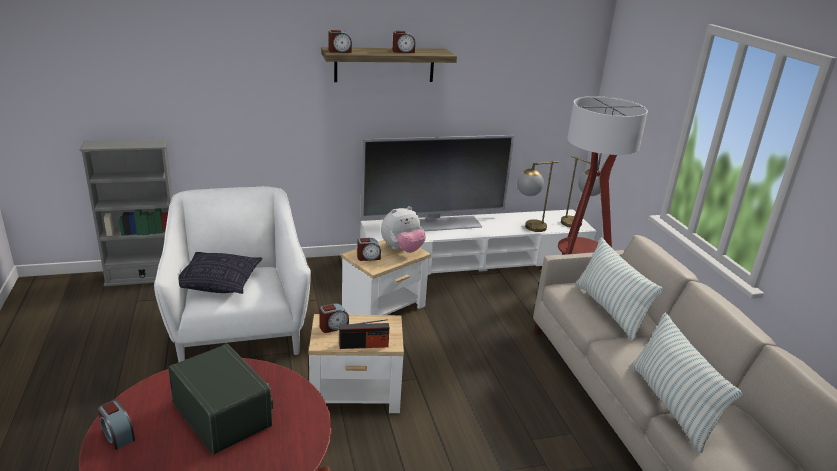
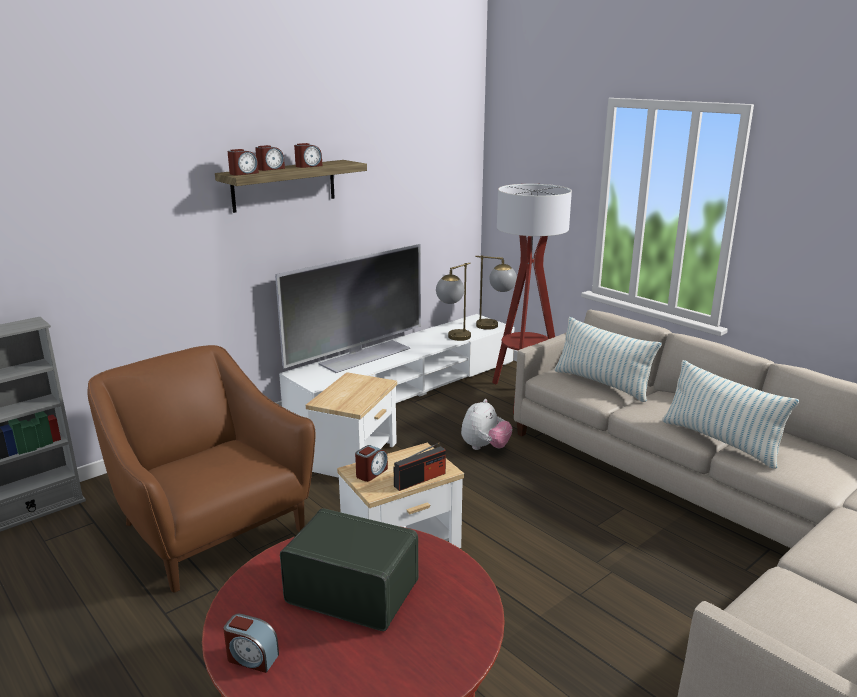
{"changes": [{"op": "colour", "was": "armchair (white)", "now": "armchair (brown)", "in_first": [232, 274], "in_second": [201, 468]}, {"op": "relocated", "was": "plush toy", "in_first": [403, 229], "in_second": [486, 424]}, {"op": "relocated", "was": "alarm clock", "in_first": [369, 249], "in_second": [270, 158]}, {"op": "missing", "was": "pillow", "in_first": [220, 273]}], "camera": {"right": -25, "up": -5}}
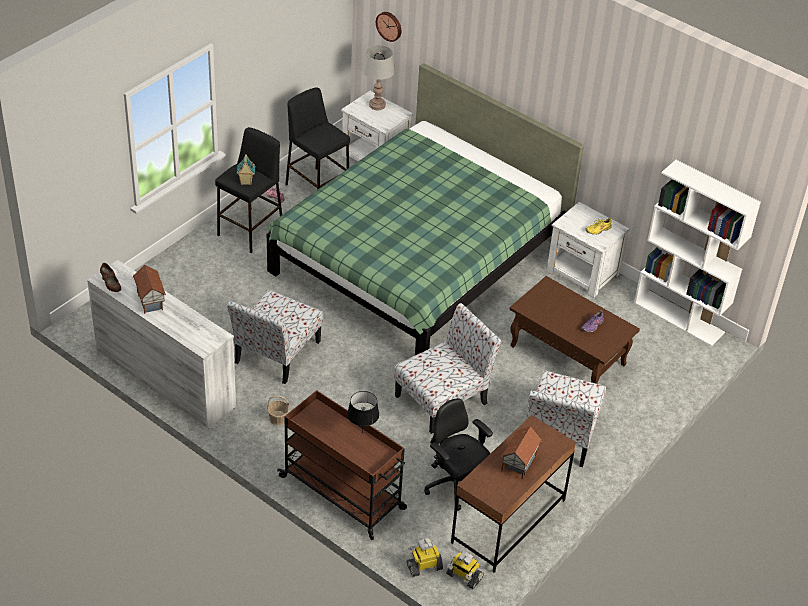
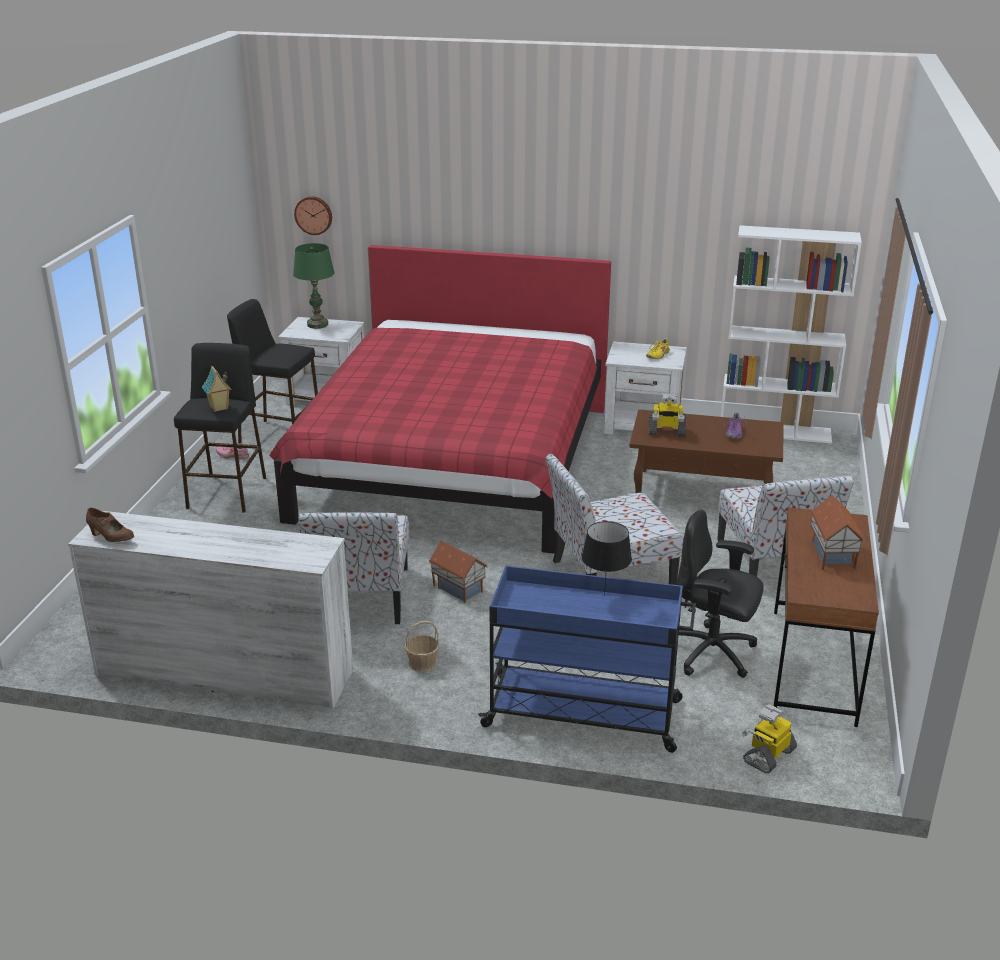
{"changes": [{"op": "colour", "was": "table lamp (grey)", "now": "table lamp (green)", "in_first": [379, 77], "in_second": [314, 286]}, {"op": "colour", "was": "bed (green)", "now": "bed (red)", "in_first": [425, 209], "in_second": [440, 399]}, {"op": "relocated", "was": "toy house", "in_first": [149, 289], "in_second": [458, 572]}, {"op": "spun", "was": "chair", "in_first": [447, 368], "in_second": [615, 519], "clockwise": -135}, {"op": "colour", "was": "cart (brown)", "now": "cart (blue)", "in_first": [342, 465], "in_second": [587, 659]}, {"op": "relocated", "was": "toy robot", "in_first": [465, 570], "in_second": [667, 415]}], "camera": {"right": -25, "up": -15}}
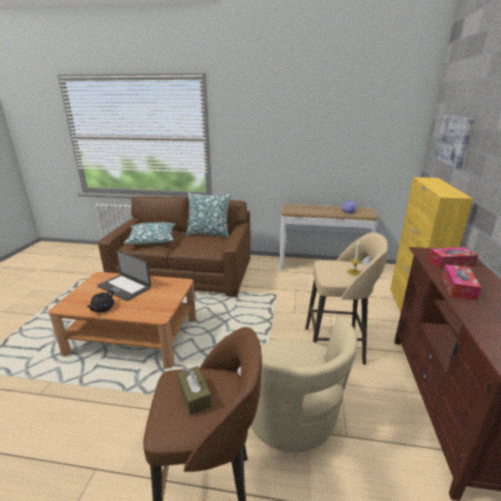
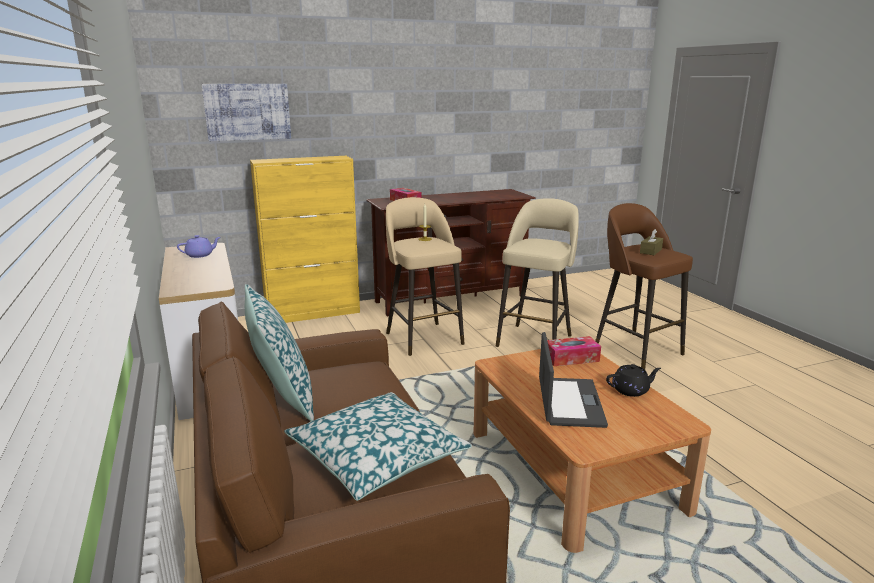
{"changes": [{"op": "relocated", "was": "tissue box", "in_first": [461, 282], "in_second": [574, 351]}, {"op": "exchanged", "was": "armchair (beige)", "now": "stool (beige)", "in_first": [303, 384], "in_second": [537, 272]}], "camera": {"right": -120, "up": -5}}
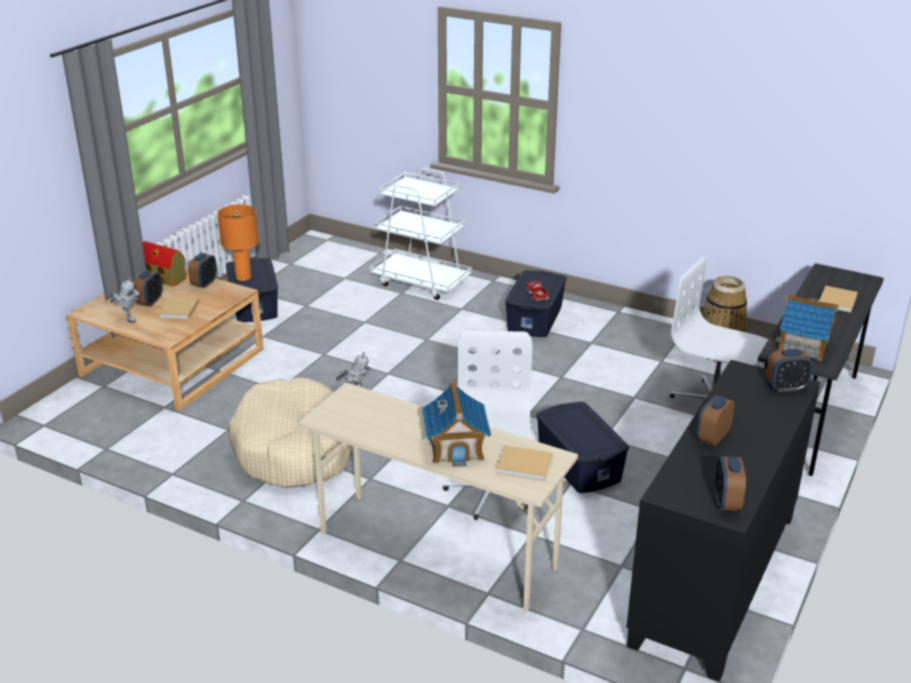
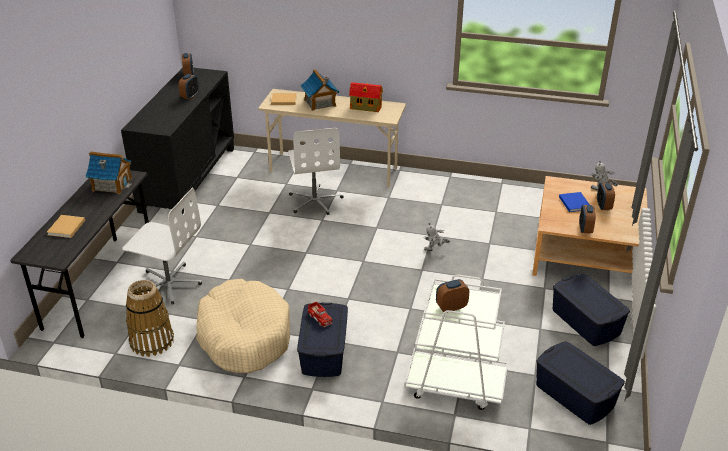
{"changes": [{"op": "missing", "was": "table lamp (orange)", "in_first": [238, 242]}, {"op": "relocated", "was": "toy house", "in_first": [165, 264], "in_second": [366, 97]}, {"op": "colour", "was": "book (beige)", "now": "book (blue)", "in_first": [179, 308], "in_second": [574, 202]}, {"op": "relocated", "was": "alarm clock", "in_first": [789, 370], "in_second": [452, 296]}, {"op": "relocated", "was": "dog bed (beige)", "in_first": [291, 432], "in_second": [243, 326]}, {"op": "relocated", "was": "storage box (blue)", "in_first": [582, 447], "in_second": [580, 383]}], "camera": {"right": 165, "up": 5}}
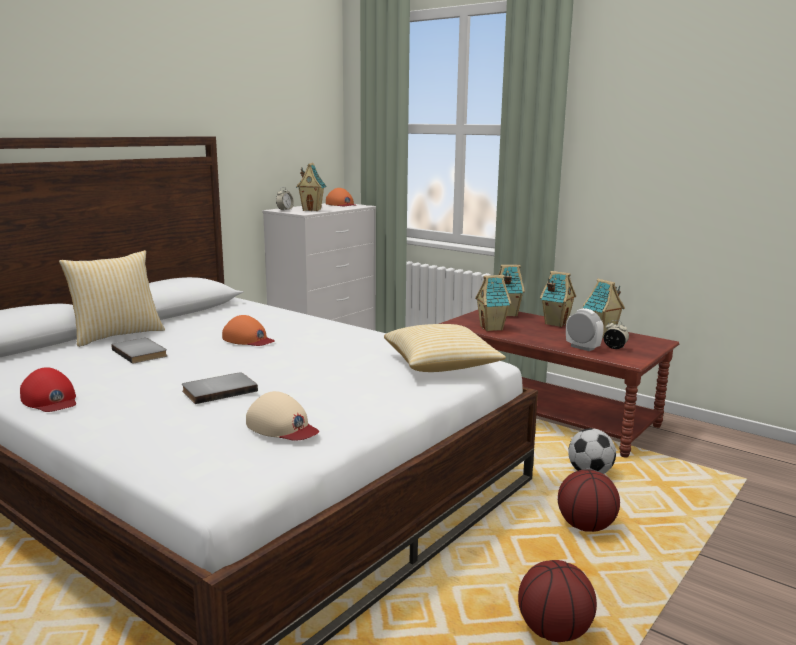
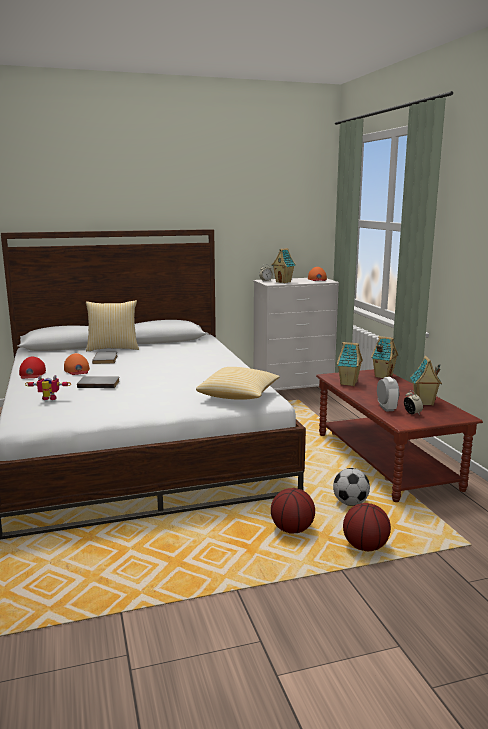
{"changes": [{"op": "missing", "was": "toy house", "in_first": [558, 299]}, {"op": "relocated", "was": "cap (orange)", "in_first": [248, 330], "in_second": [77, 364]}, {"op": "missing", "was": "cap (beige)", "in_first": [282, 416]}, {"op": "relocated", "was": "basketball", "in_first": [557, 601], "in_second": [367, 527]}, {"op": "appeared", "now": "toy robot", "in_second": [48, 387]}], "camera": {"right": 35, "up": 0}}
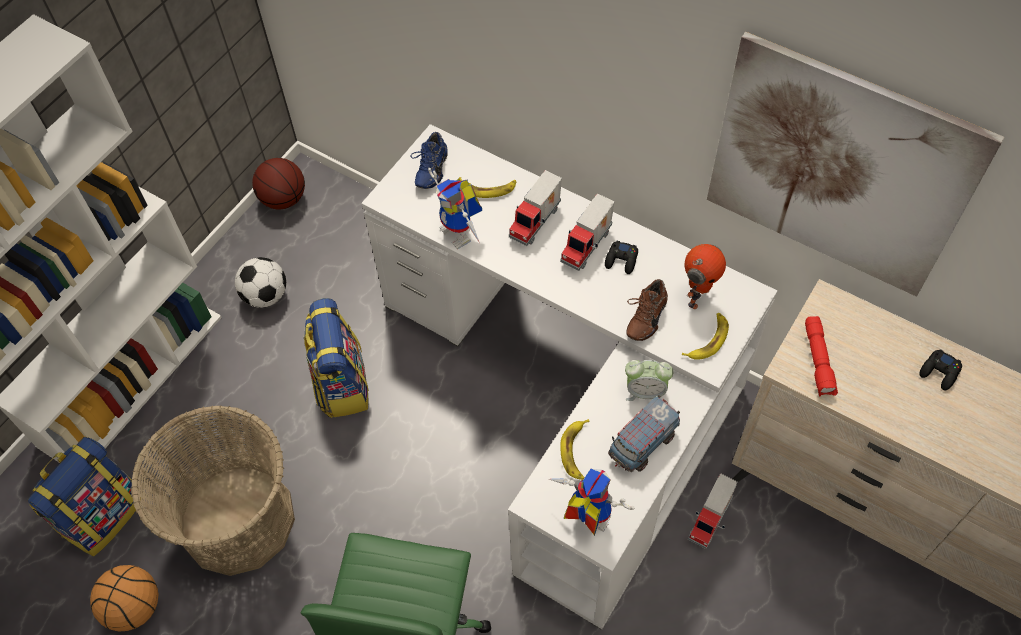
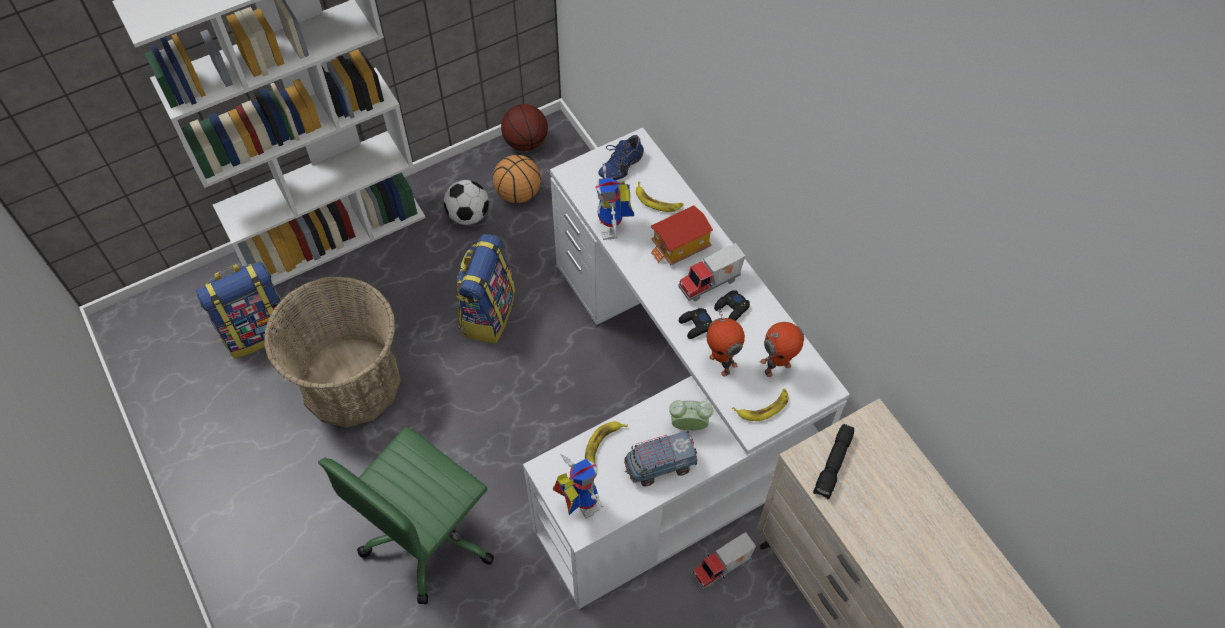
{"changes": [{"op": "missing", "was": "picture", "in_first": [855, 164]}, {"op": "exchanged", "was": "toy truck", "now": "toy house", "in_first": [535, 208], "in_second": [682, 235]}, {"op": "exchanged", "was": "shoe (brown)", "now": "toy robot", "in_first": [647, 310], "in_second": [726, 342]}, {"op": "colour", "was": "flashlight (red)", "now": "flashlight (black)", "in_first": [821, 356], "in_second": [833, 462]}, {"op": "relocated", "was": "game controller (black)", "in_first": [940, 370], "in_second": [696, 323]}, {"op": "spun", "was": "alarm clock", "in_first": [649, 381], "in_second": [691, 415], "clockwise": 150}, {"op": "relocated", "was": "basketball", "in_first": [124, 598], "in_second": [517, 179]}], "camera": {"right": 25, "up": 0}}
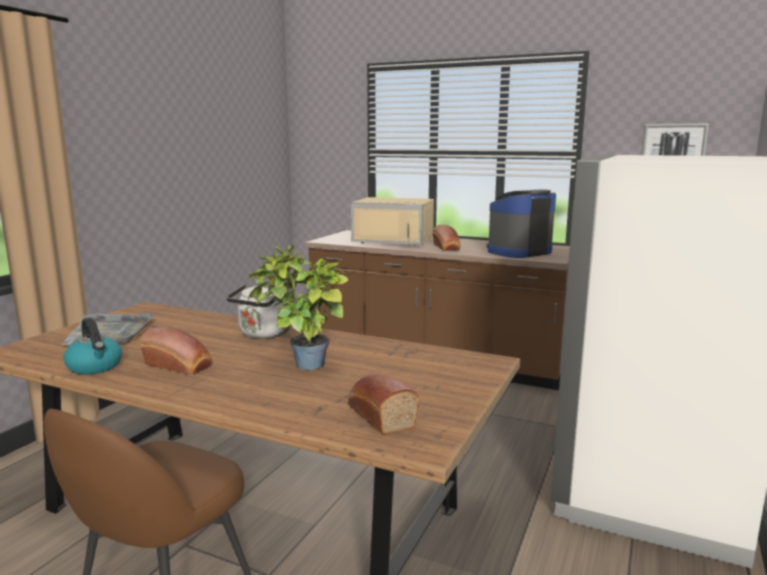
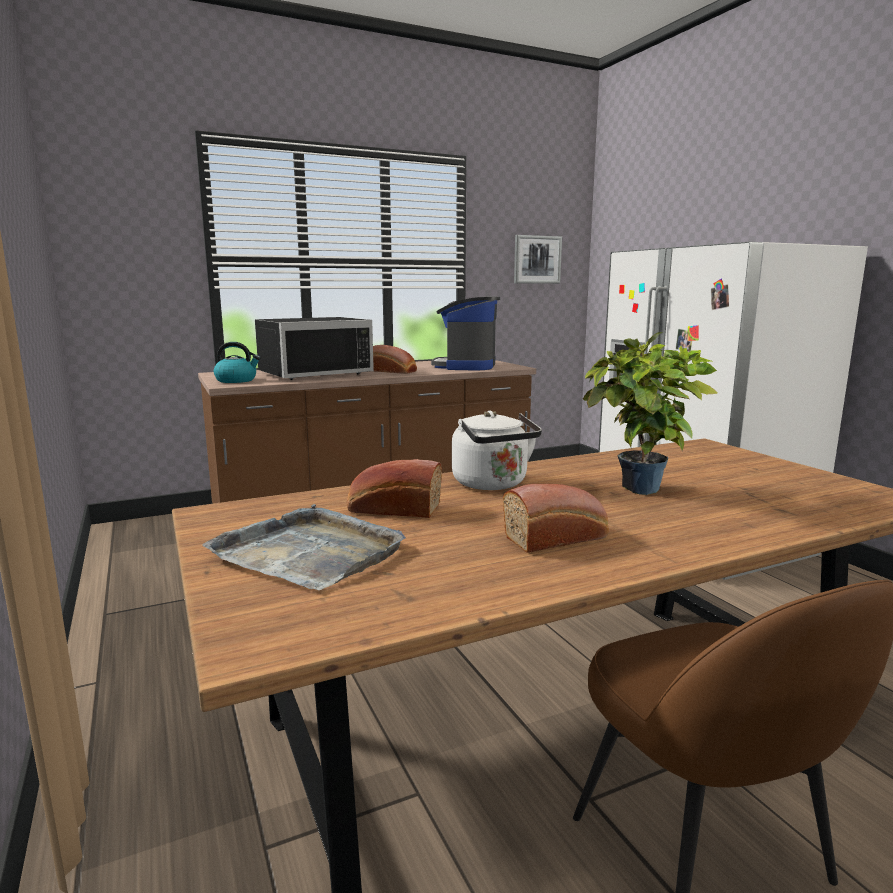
{"changes": [{"op": "colour", "was": "microwave (beige)", "now": "microwave (black)", "in_first": [392, 221], "in_second": [314, 348]}, {"op": "relocated", "was": "kettle", "in_first": [93, 346], "in_second": [237, 362]}, {"op": "relocated", "was": "bread", "in_first": [383, 404], "in_second": [394, 488]}], "camera": {"right": -50, "up": 0}}
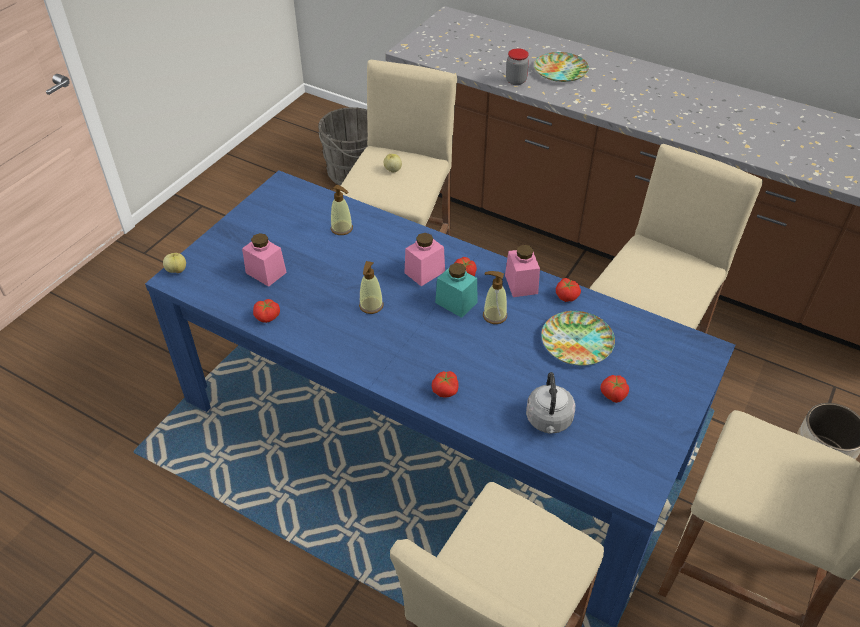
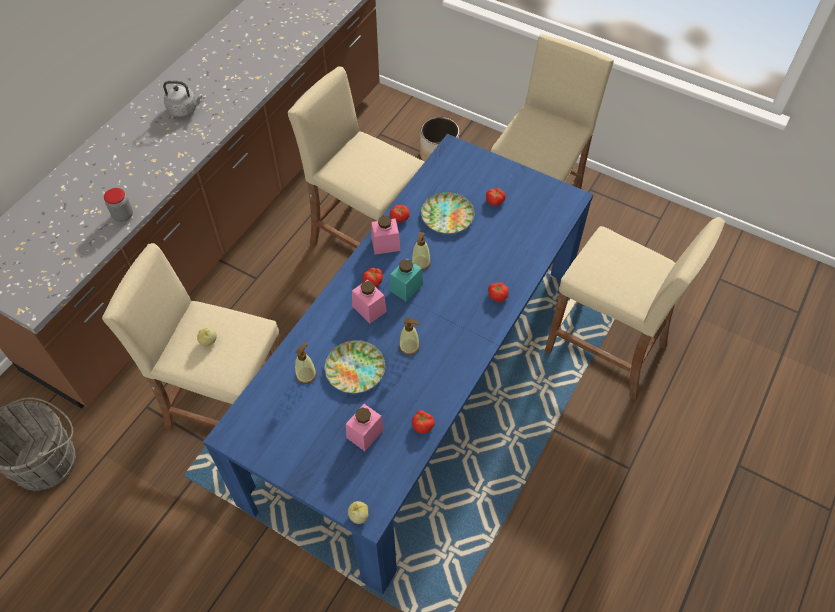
{"changes": [{"op": "relocated", "was": "plate", "in_first": [561, 67], "in_second": [355, 366]}, {"op": "relocated", "was": "kettle (grey)", "in_first": [550, 403], "in_second": [182, 99]}], "camera": {"right": -90, "up": 10}}
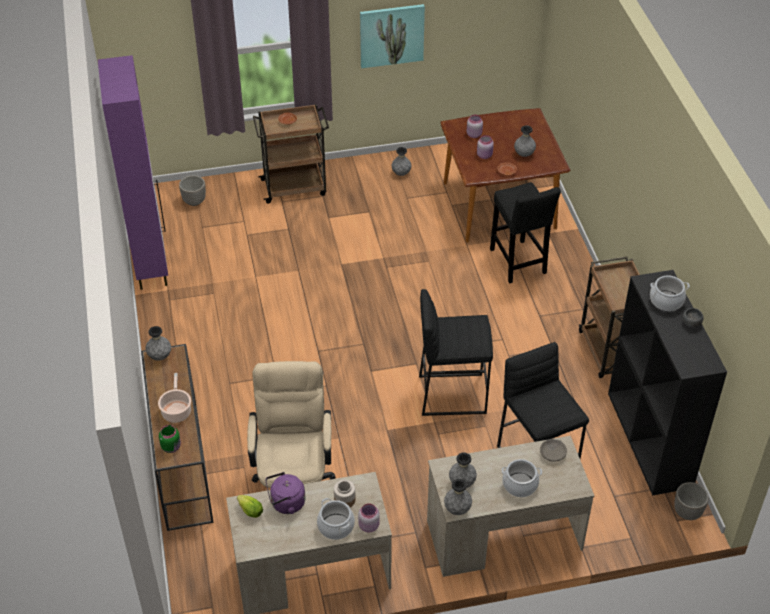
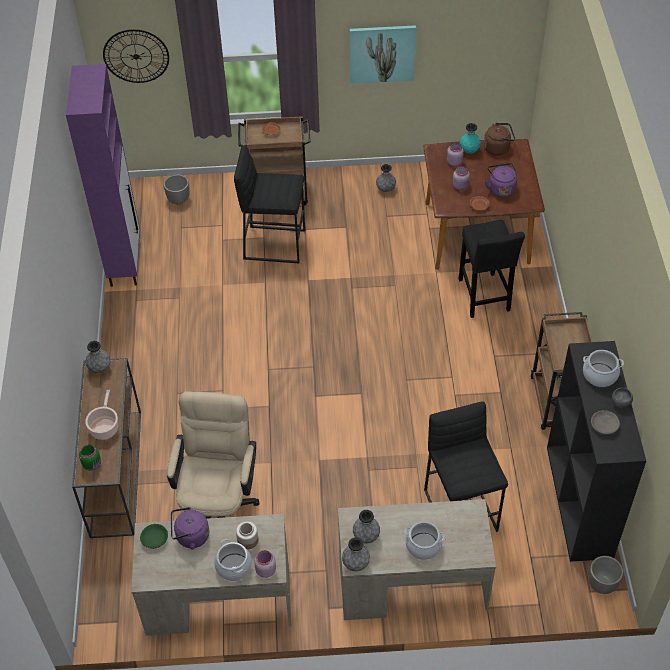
{"changes": [{"op": "exchanged", "was": "vase (grey)", "now": "kettle (purple)", "in_first": [525, 141], "in_second": [501, 180]}, {"op": "relocated", "was": "stool (black)", "in_first": [456, 352], "in_second": [269, 204]}, {"op": "relocated", "was": "bowl (grey)", "in_first": [553, 450], "in_second": [605, 422]}, {"op": "exchanged", "was": "lettuce", "now": "bowl (green)", "in_first": [250, 506], "in_second": [154, 536]}, {"op": "appeared", "now": "wall clock", "in_second": [136, 56]}, {"op": "appeared", "now": "vase (turquoise)", "in_second": [470, 138]}, {"op": "appeared", "now": "kettle (brown)", "in_second": [499, 139]}], "camera": {"right": 10, "up": 5}}
